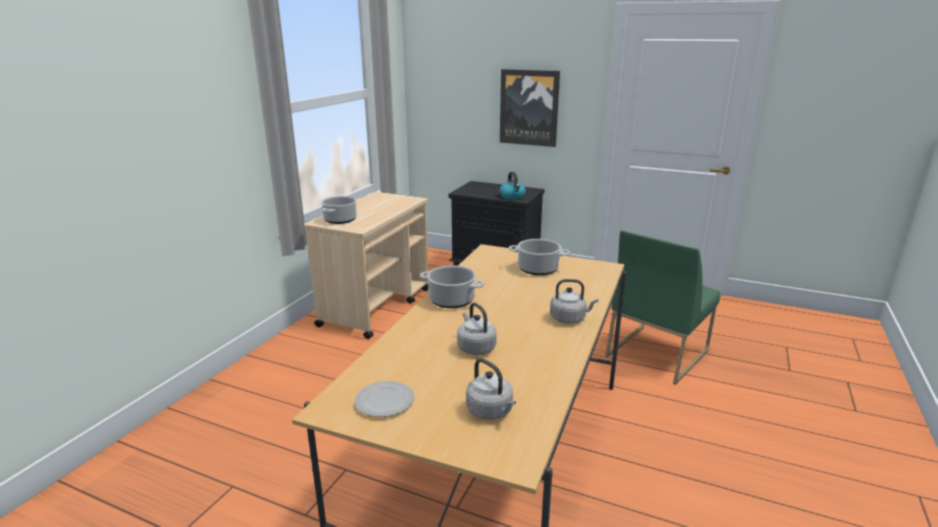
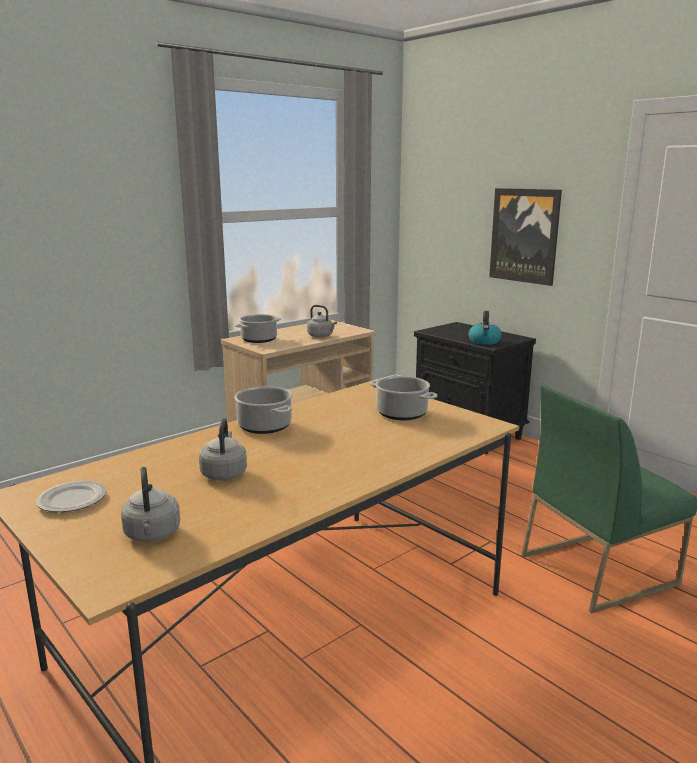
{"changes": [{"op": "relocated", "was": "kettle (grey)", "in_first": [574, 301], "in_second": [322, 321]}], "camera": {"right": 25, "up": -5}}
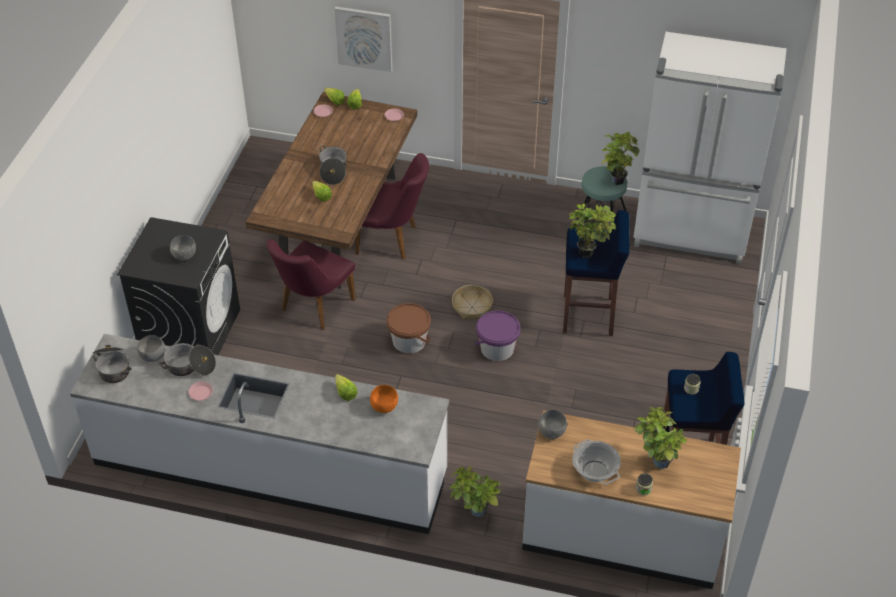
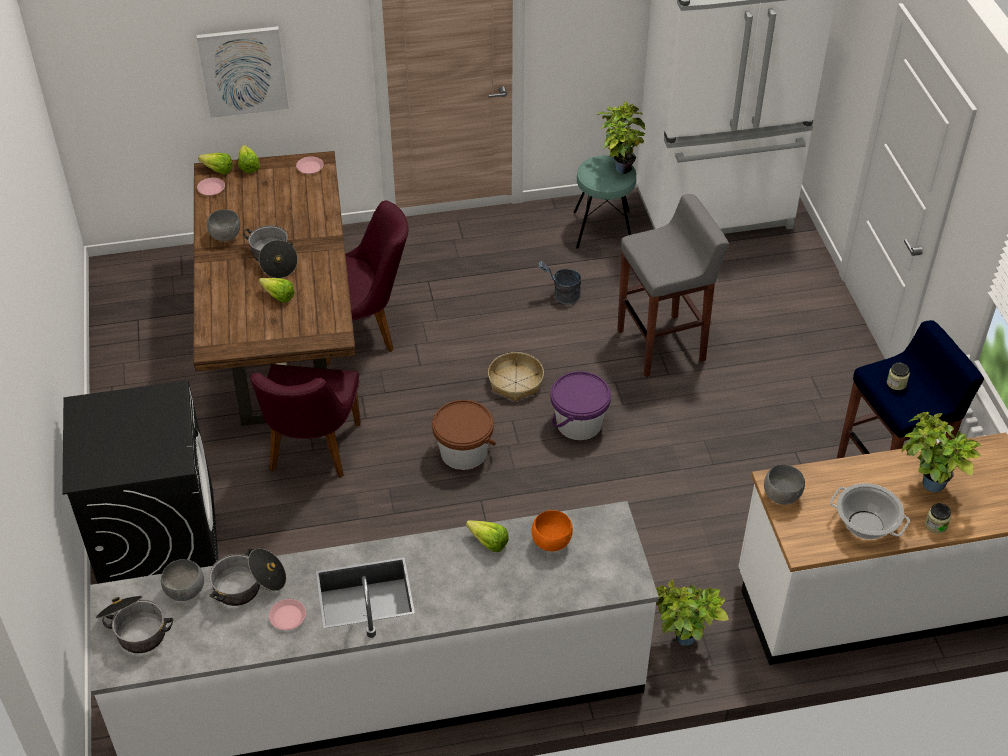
{"changes": [{"op": "missing", "was": "potted plant", "in_first": [592, 231]}, {"op": "colour", "was": "stool (blue)", "now": "stool (grey)", "in_first": [596, 273], "in_second": [673, 285]}, {"op": "relocated", "was": "bowl (grey)", "in_first": [183, 247], "in_second": [223, 225]}, {"op": "appeared", "now": "bucket (grey)", "in_second": [559, 282]}], "camera": {"right": -25, "up": 0}}
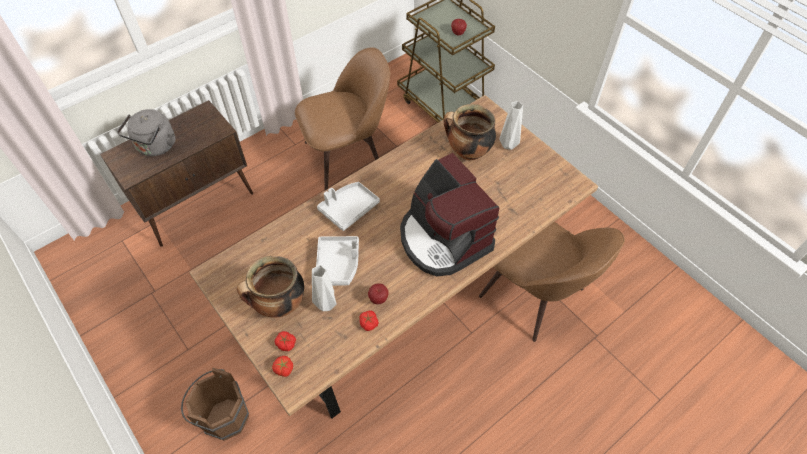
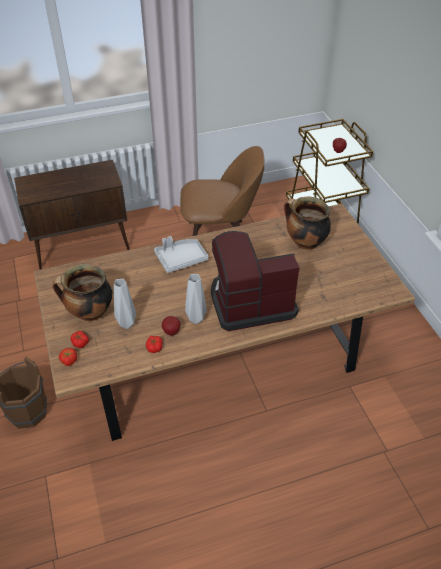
{"changes": [{"op": "relocated", "was": "vase (grey)", "in_first": [511, 125], "in_second": [196, 299]}, {"op": "missing", "was": "kettle (grey)", "in_first": [146, 132]}, {"op": "spun", "was": "coffee machine", "in_first": [449, 214], "in_second": [255, 281], "clockwise": 90}, {"op": "missing", "was": "chair (brown)", "in_first": [552, 282]}, {"op": "missing", "was": "tray (grey)", "in_first": [337, 261]}], "camera": {"right": 20, "up": -10}}
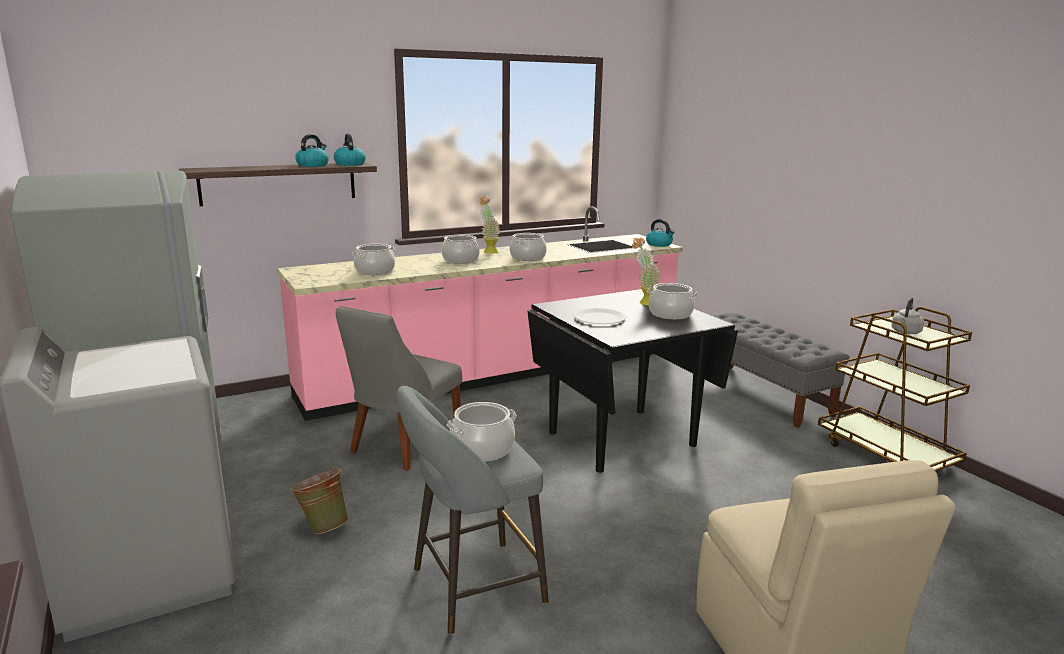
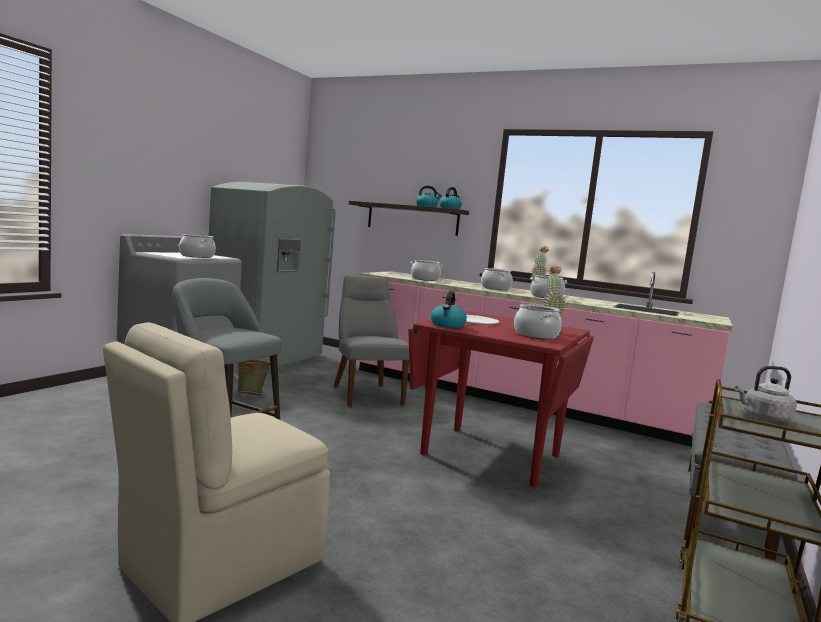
{"changes": [{"op": "relocated", "was": "kettle", "in_first": [660, 233], "in_second": [449, 309]}, {"op": "colour", "was": "dining table (black)", "now": "dining table (red)", "in_first": [632, 381], "in_second": [501, 399]}, {"op": "spun", "was": "chair (grey)", "in_first": [399, 388], "in_second": [371, 341], "clockwise": 75}, {"op": "relocated", "was": "cooking pot", "in_first": [482, 432], "in_second": [197, 246]}], "camera": {"right": 55, "up": -10}}
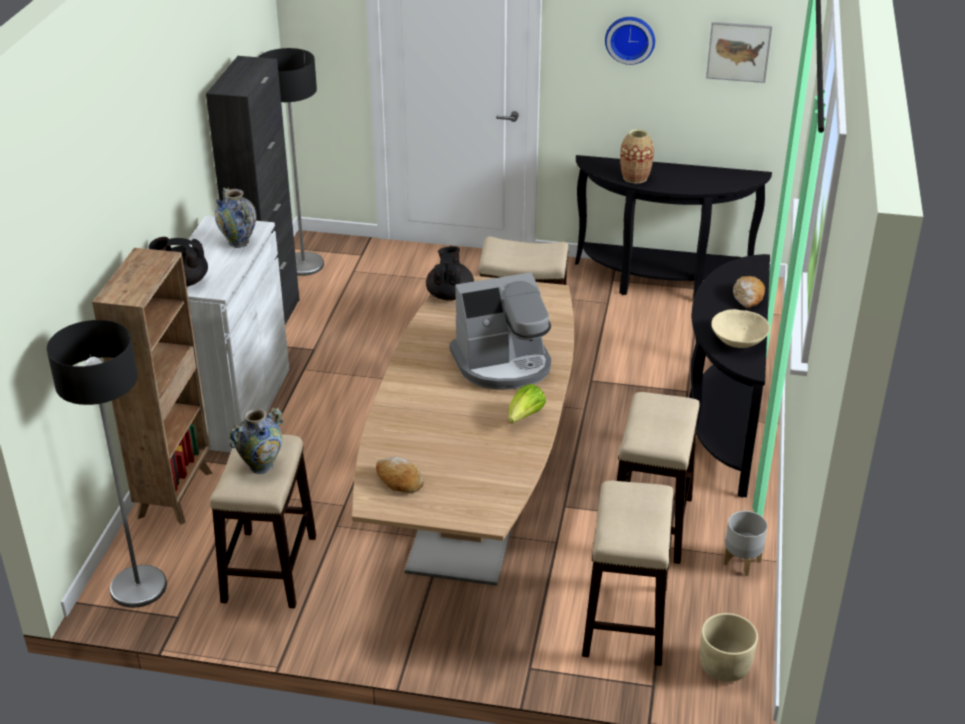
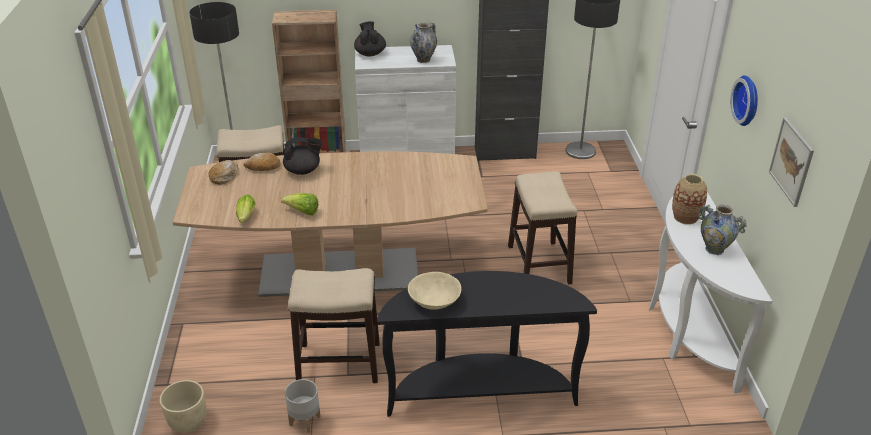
{"changes": [{"op": "colour", "was": "console table (black)", "now": "console table (white)", "in_first": [673, 226], "in_second": [710, 292]}, {"op": "relocated", "was": "teapot (black)", "in_first": [450, 273], "in_second": [302, 156]}, {"op": "missing", "was": "coffee machine", "in_first": [500, 331]}, {"op": "relocated", "was": "bread", "in_first": [749, 292], "in_second": [262, 162]}, {"op": "relocated", "was": "vase", "in_first": [256, 440], "in_second": [722, 229]}, {"op": "missing", "was": "stool", "in_first": [627, 573]}, {"op": "appeared", "now": "lettuce", "in_second": [246, 208]}], "camera": {"right": 75, "up": 0}}
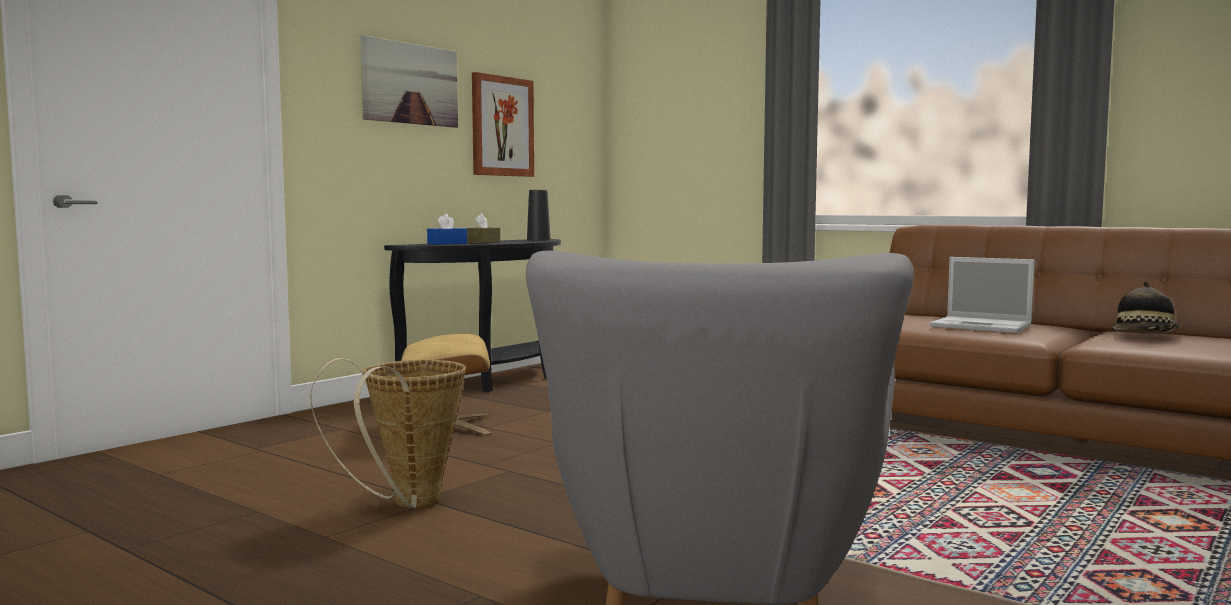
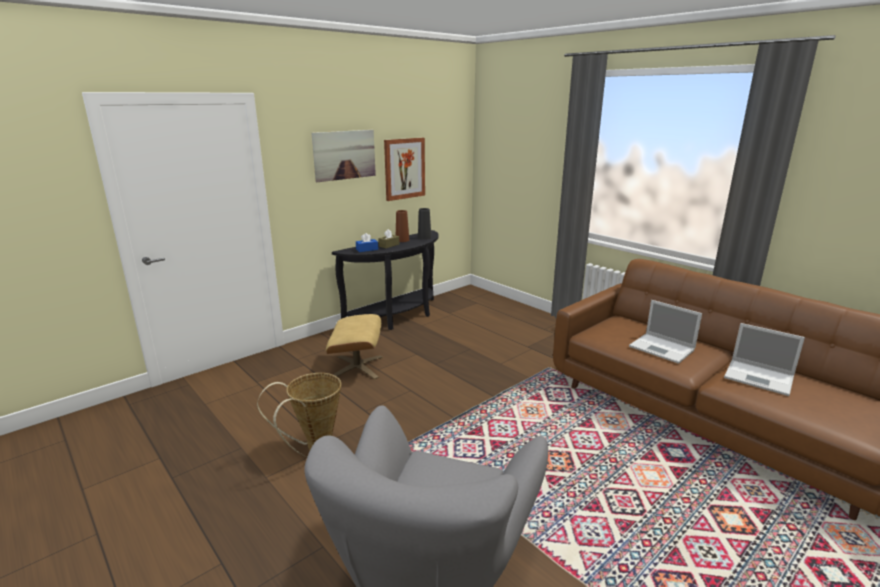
{"changes": [{"op": "exchanged", "was": "hat", "now": "laptop", "in_first": [1146, 307], "in_second": [764, 359]}, {"op": "appeared", "now": "vase (brown)", "in_second": [402, 226]}], "camera": {"right": 10, "up": 15}}
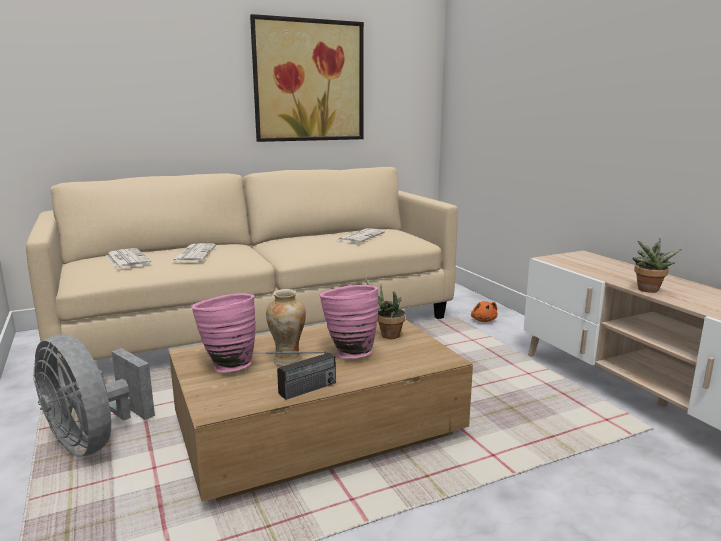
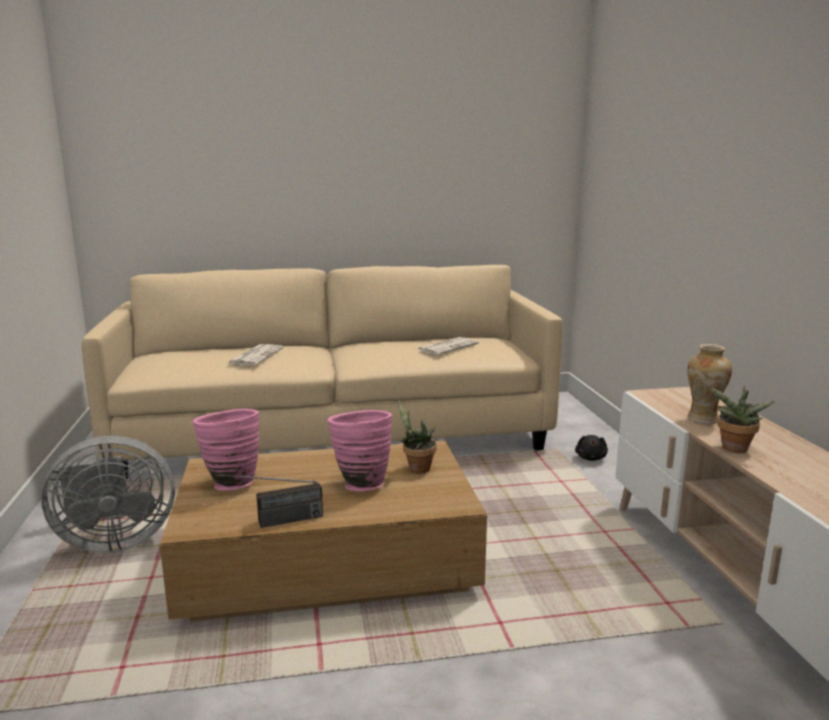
{"changes": [{"op": "missing", "was": "picture", "in_first": [307, 78]}, {"op": "missing", "was": "newspaper", "in_first": [128, 258]}, {"op": "relocated", "was": "vase", "in_first": [286, 327], "in_second": [709, 384]}, {"op": "colour", "was": "plush toy (orange)", "now": "plush toy (black)", "in_first": [484, 311], "in_second": [591, 448]}, {"op": "spun", "was": "fan (grey)", "in_first": [94, 395], "in_second": [108, 494], "clockwise": -75}], "camera": {"right": 15, "up": 0}}
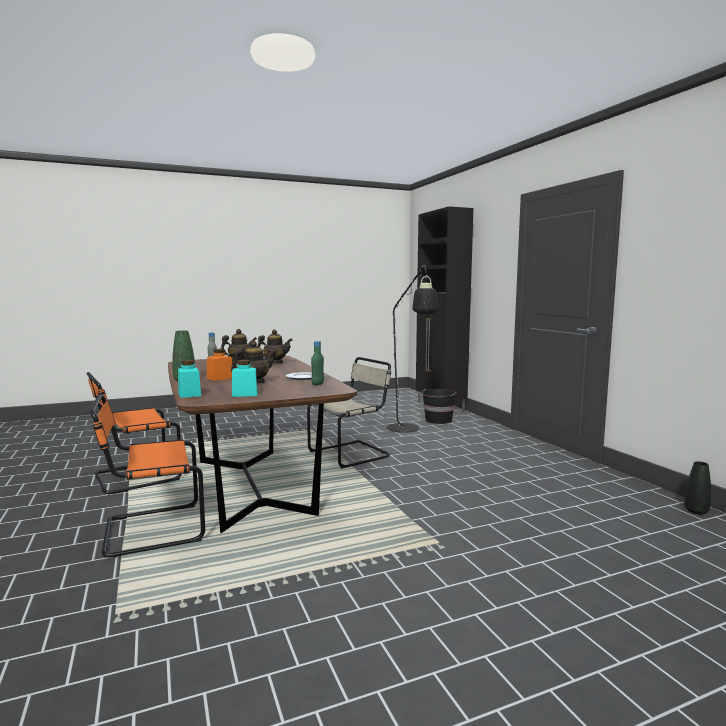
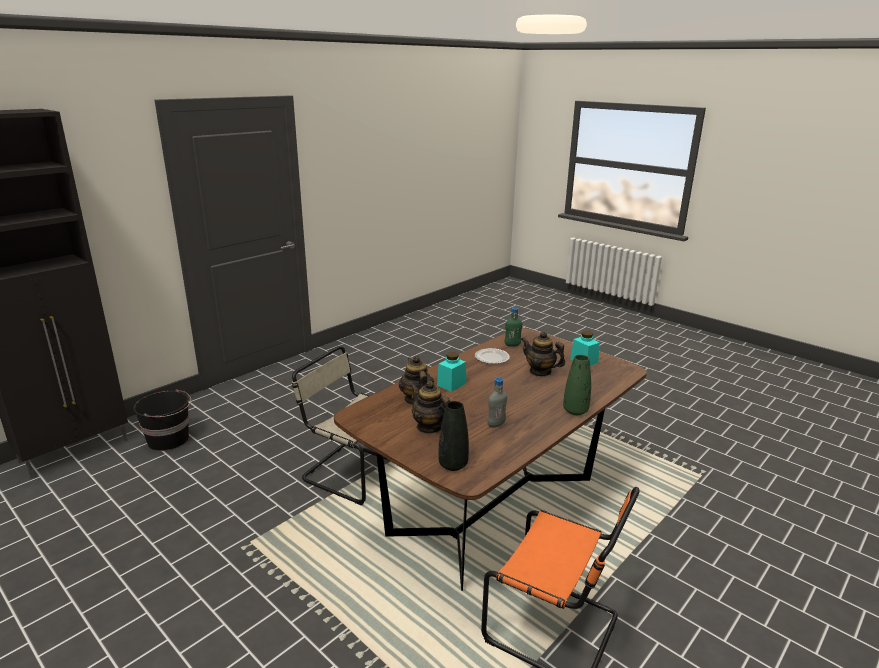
{"changes": [{"op": "missing", "was": "floor lamp (black)", "in_first": [408, 349]}, {"op": "missing", "was": "jar (orange)", "in_first": [219, 365]}, {"op": "relocated", "was": "jar (turquoise)", "in_first": [189, 379], "in_second": [451, 372]}, {"op": "missing", "was": "chair (orange)", "in_first": [147, 475]}, {"op": "relocated", "was": "vase (black)", "in_first": [697, 488], "in_second": [454, 436]}], "camera": {"right": -115, "up": 15}}
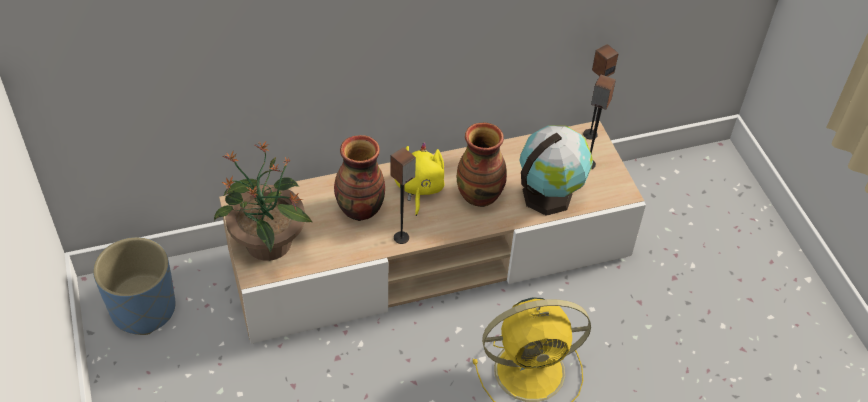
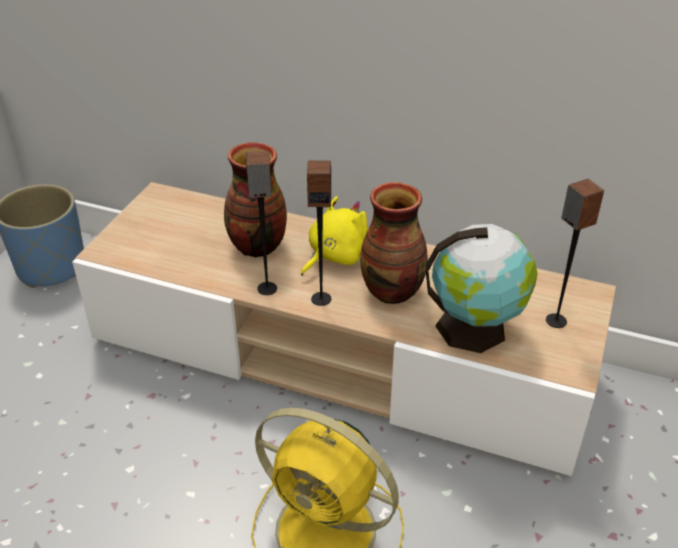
{"changes": [{"op": "relocated", "was": "speaker", "in_first": [601, 92], "in_second": [319, 233]}, {"op": "missing", "was": "potted plant", "in_first": [263, 200]}], "camera": {"right": 40, "up": -10}}
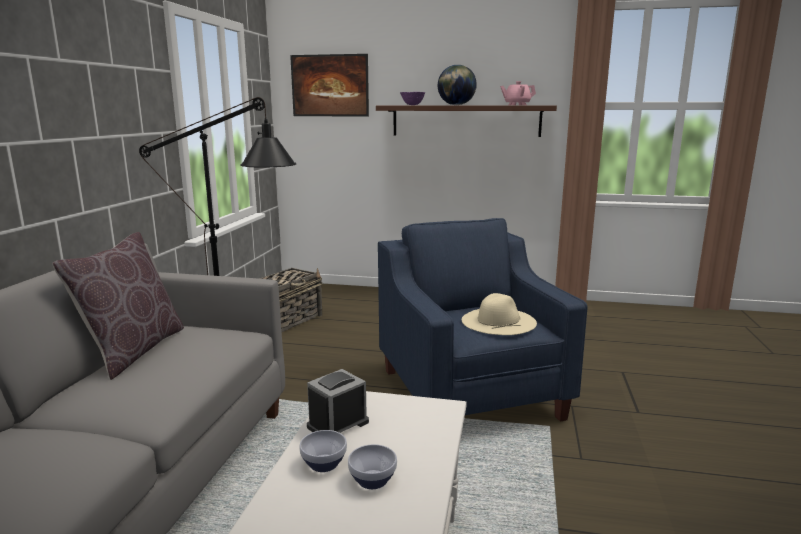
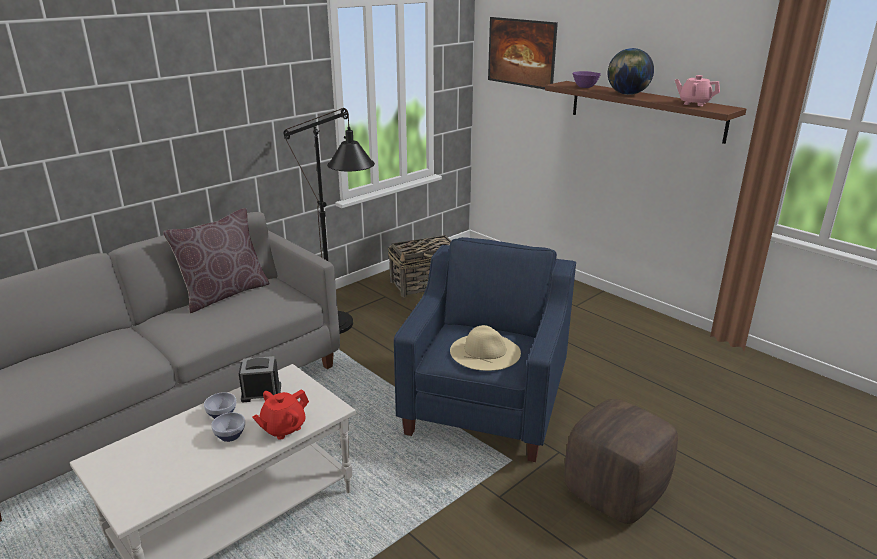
{"changes": [{"op": "appeared", "now": "teapot (red)", "in_second": [280, 414]}, {"op": "appeared", "now": "ottoman (brown)", "in_second": [621, 461]}], "camera": {"right": 35, "up": 10}}
